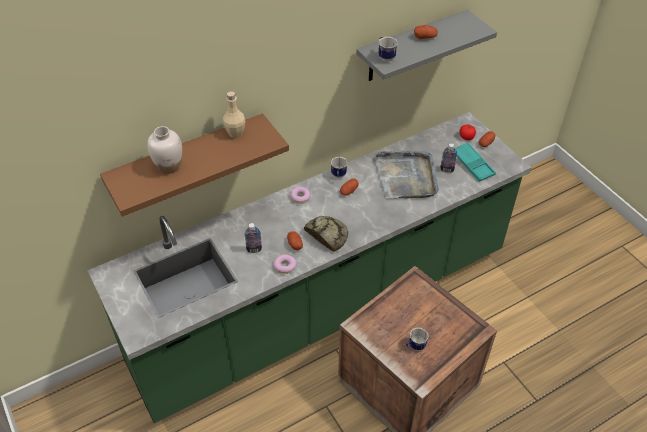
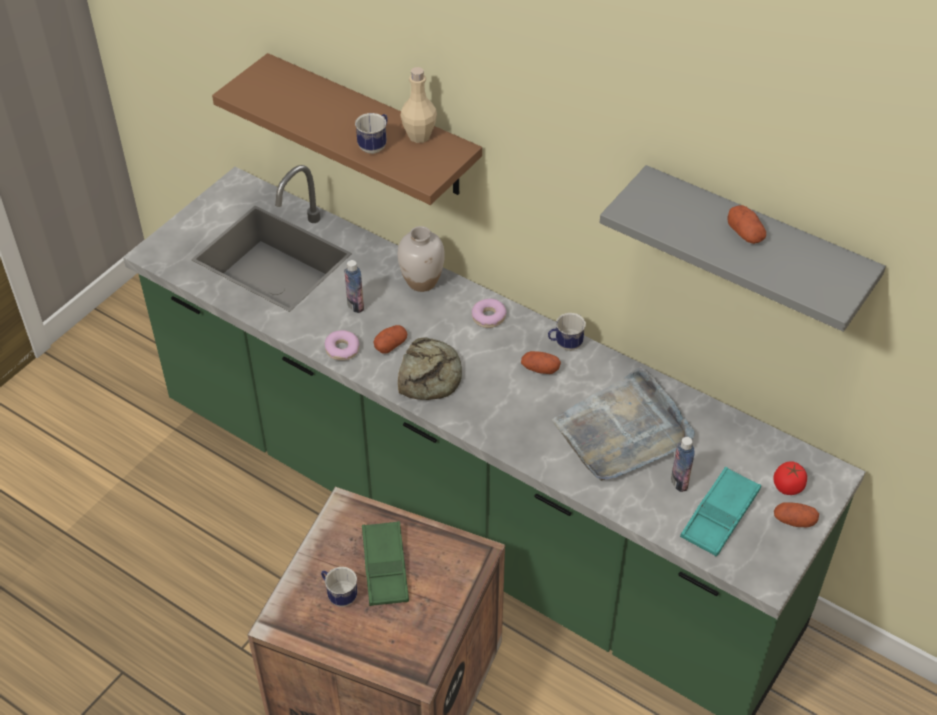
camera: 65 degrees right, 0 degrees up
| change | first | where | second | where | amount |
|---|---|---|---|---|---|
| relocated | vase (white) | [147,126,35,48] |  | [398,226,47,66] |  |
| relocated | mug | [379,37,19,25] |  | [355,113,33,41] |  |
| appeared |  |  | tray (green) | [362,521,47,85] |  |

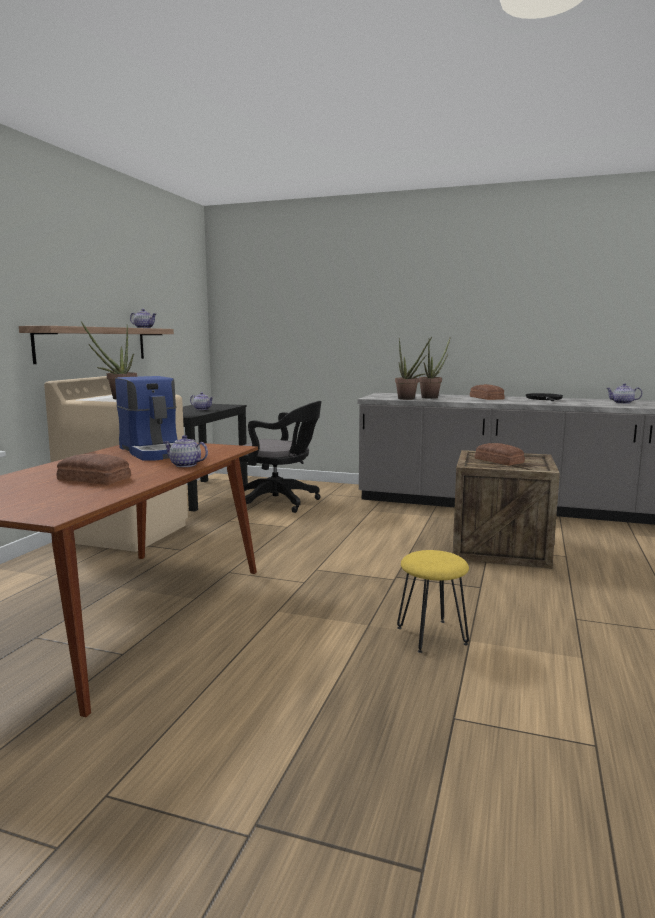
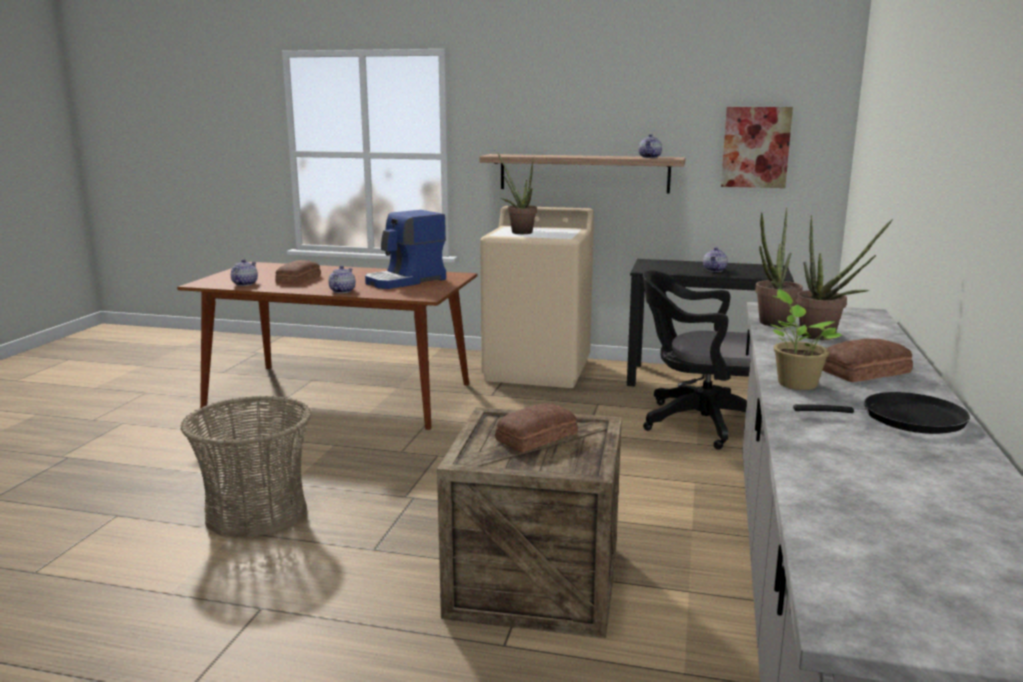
camera: 85 degrees right, 5 degrees up
| change | first | where | second | where | amount |
|---|---|---|---|---|---|
| spun | office chair (black) | [239,401,83,112] |  | [643,270,109,180] | 90 degrees clockwise |
| exchanged | stool (yellow) | [397,550,72,103] | basket | [180,396,131,142] |  |
| relocated | teapot | [606,383,36,21] |  | [231,259,27,27] |  |
| appeared |  |  | picture | [721,107,72,81] |  |
| appeared |  |  | potted plant | [770,289,73,101] |  |

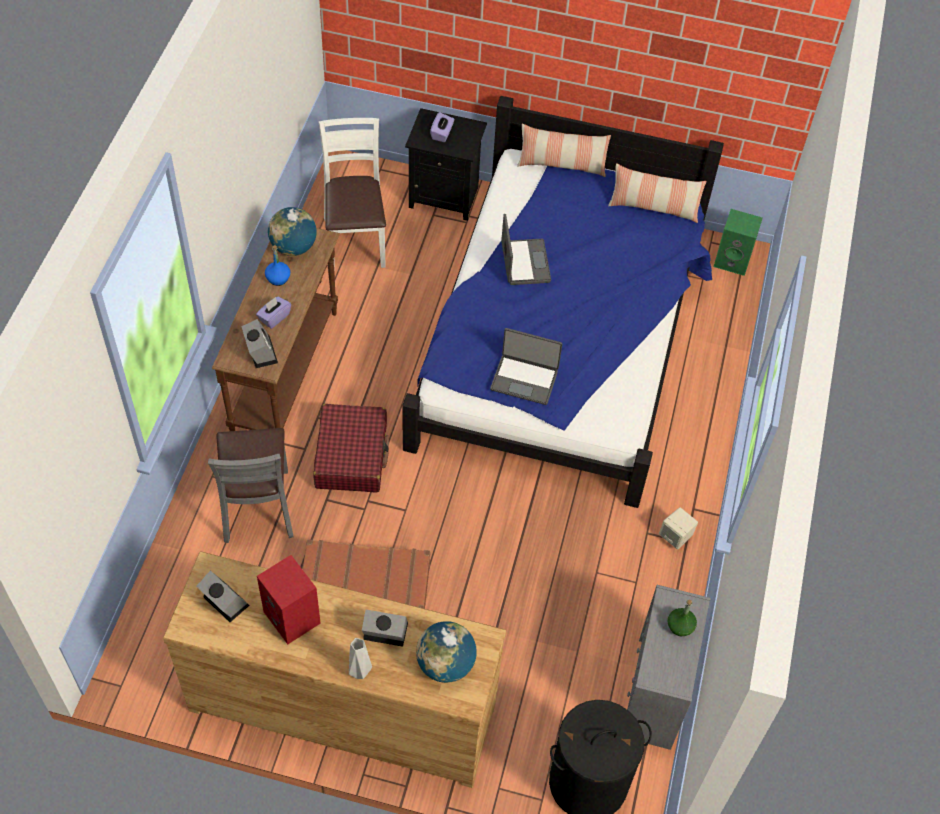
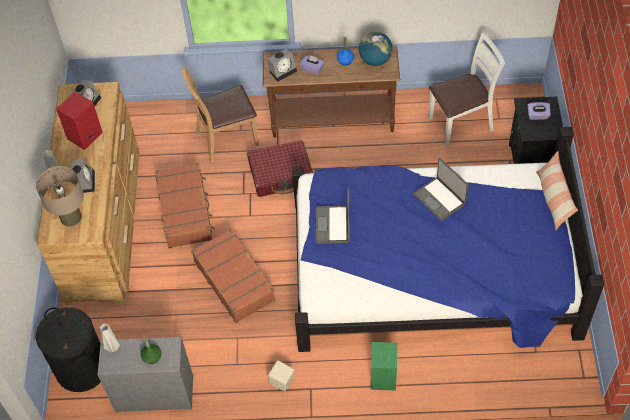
camera: 80 degrees right, 0 degrees up
| change | first | where | second | where | amount |
|---|---|---|---|---|---|
| colour | chair (grey) | [208,428,86,115] | chair (brown) | [182,66,77,98] |  |
| exchanged | globe | [416,621,61,62] | table lamp (beige) | [36,166,48,61] |  |
| spun | laptop | [501,214,50,71] |  | [413,158,56,63] | 75 degrees clockwise |
| missing | pillow | [608,163,98,60] |  |  |  |
| relocated | speaker (green) | [714,209,49,67] |  | [371,342,26,49] |  |
| appeared |  |  | vase (grey) | [100,324,20,28] |  |
| appeared |  |  | suitcase (brown) | [191,229,85,94] |  |

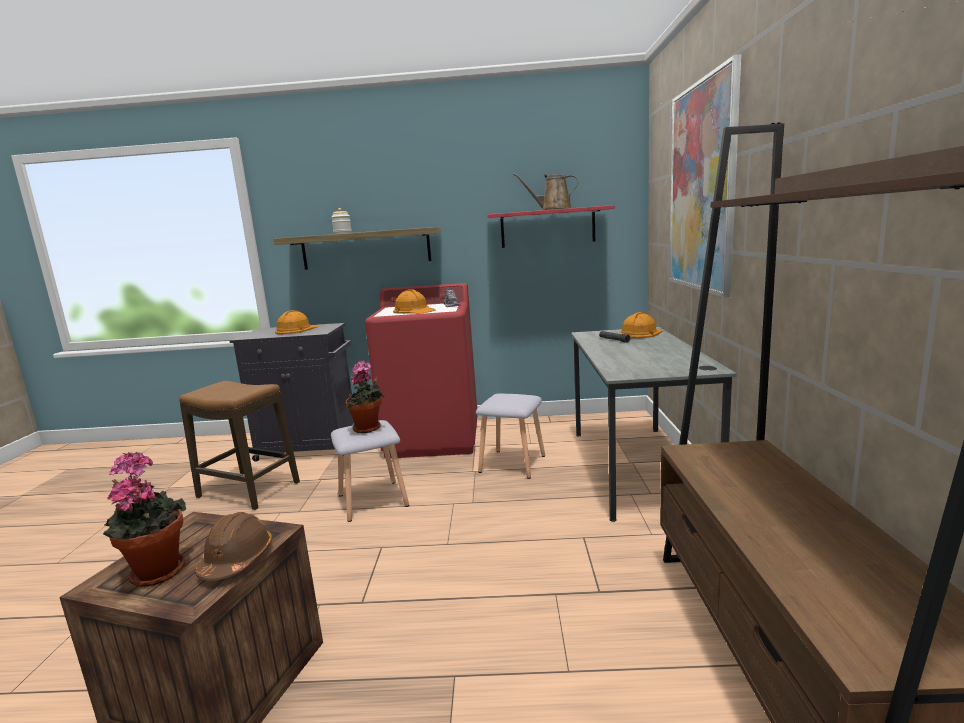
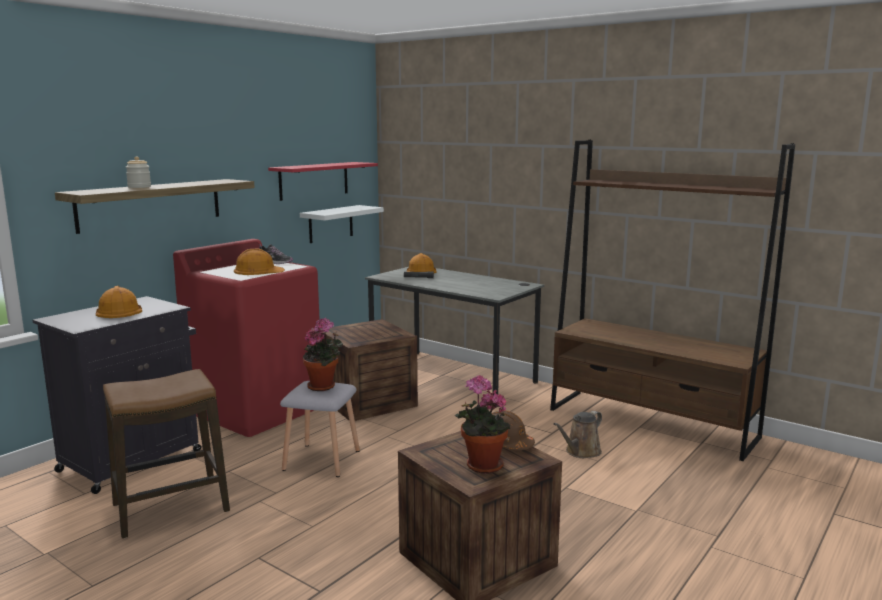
camera: 55 degrees left, 0 degrees up
| change | first | where | second | where | amount |
|---|---|---|---|---|---|
| exchanged | stool (grey) | [476,393,69,86] | crate | [320,319,98,102] |  |
| relocated | watering can (brown) | [513,173,66,37] |  | [553,411,49,47] |  |
| missing | picture | [670,54,71,244] |  |  |  |
| appeared |  |  | shelf (white) | [300,205,84,38] |  |

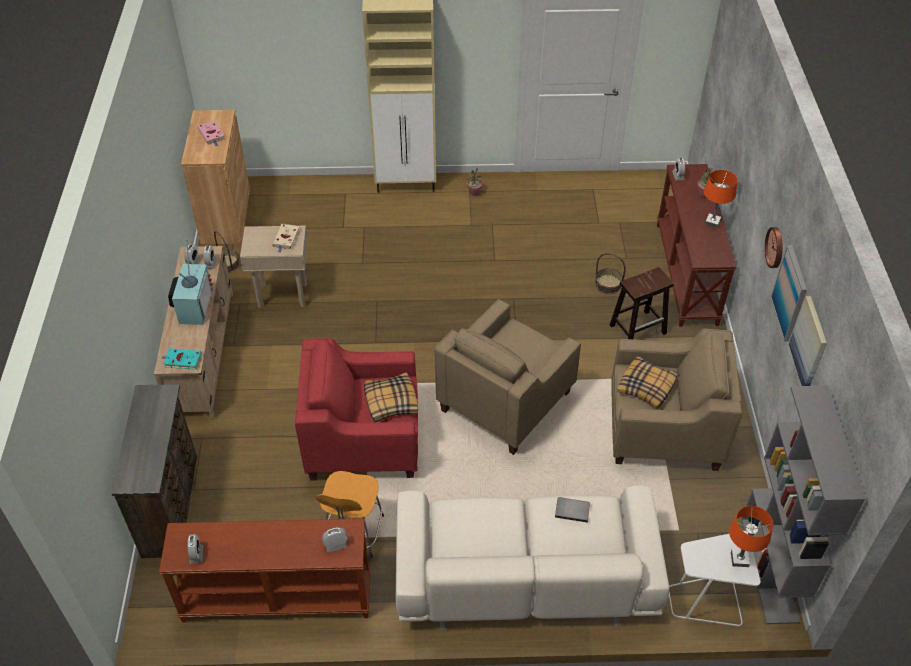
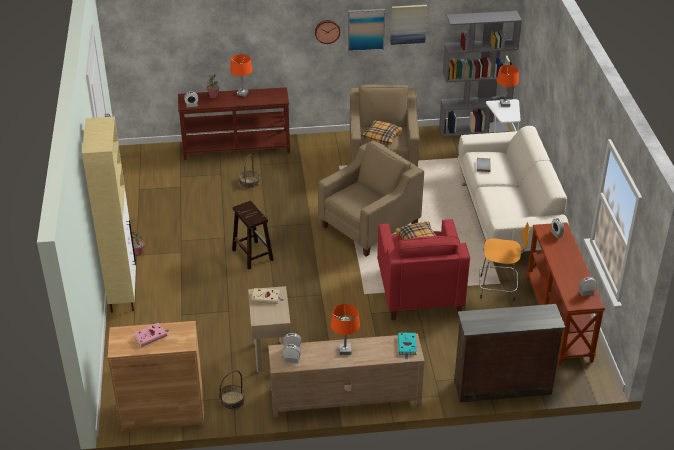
camera: 95 degrees left, 10 degrees down
| change | first | where | second | where | amount |
|---|---|---|---|---|---|
| exchanged | television | [168,239,45,86] | table lamp (orange) | [331,304,29,51] |  |
| spun | armchair (beige) | [434,299,147,156] |  | [318,141,106,116] | 75 degrees counterclockwise |
| relocated | stool (brown) | [610,267,64,72] |  | [232,201,42,69] |  |

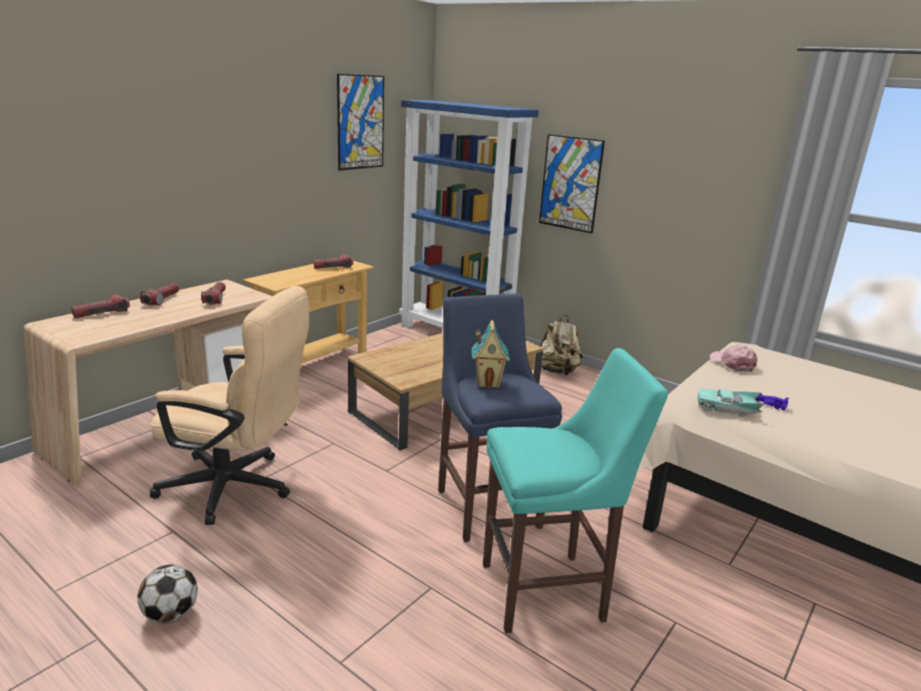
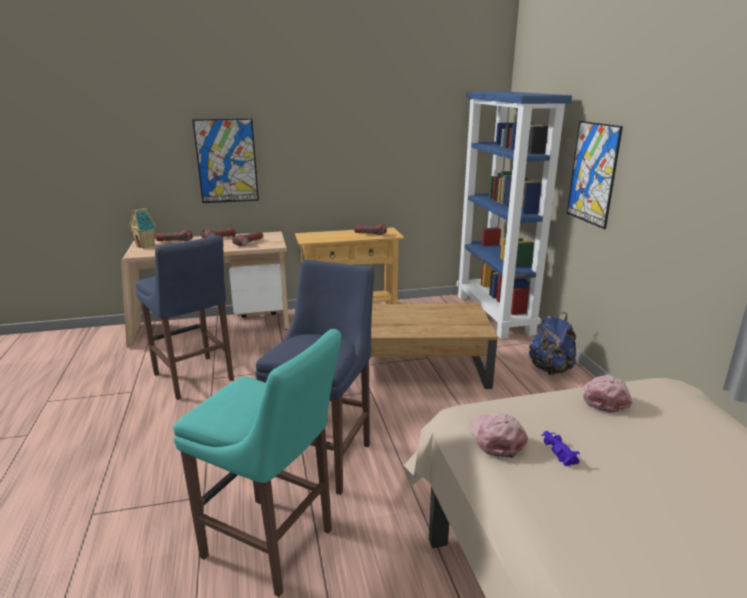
camera: 40 degrees right, 0 degrees up
| change | first | where | second | where | amount |
|---|---|---|---|---|---|
| missing | football | [137,564,61,60] |  |  |  |
| exchanged | office chair (beige) | [150,286,159,239] | stool (blue) | [136,235,98,165] |  |
| relocated | picture | [337,74,47,97] |  | [193,119,66,84] |  |
| relocated | toy house | [472,320,38,68] |  | [128,208,29,41] |  |
| colour | backpack (beige) | [540,315,43,61] | backpack (blue) | [529,312,47,63] |  |
| exchanged | toy car (turquoise) | [697,388,67,29] | cap (pink) | [469,413,59,45] |  |

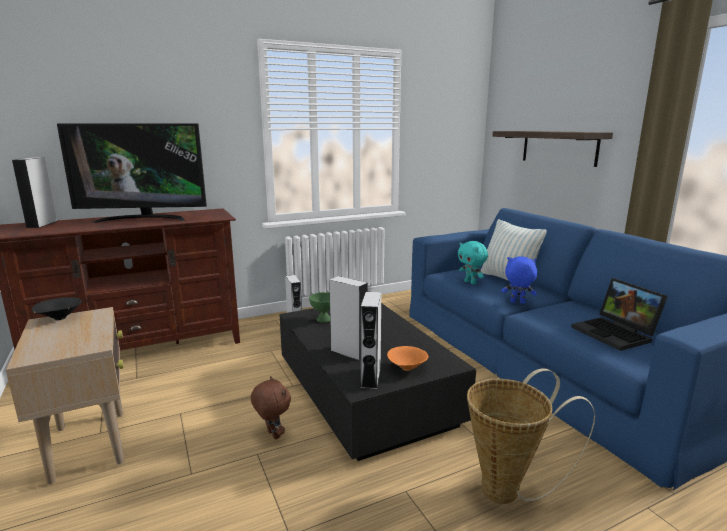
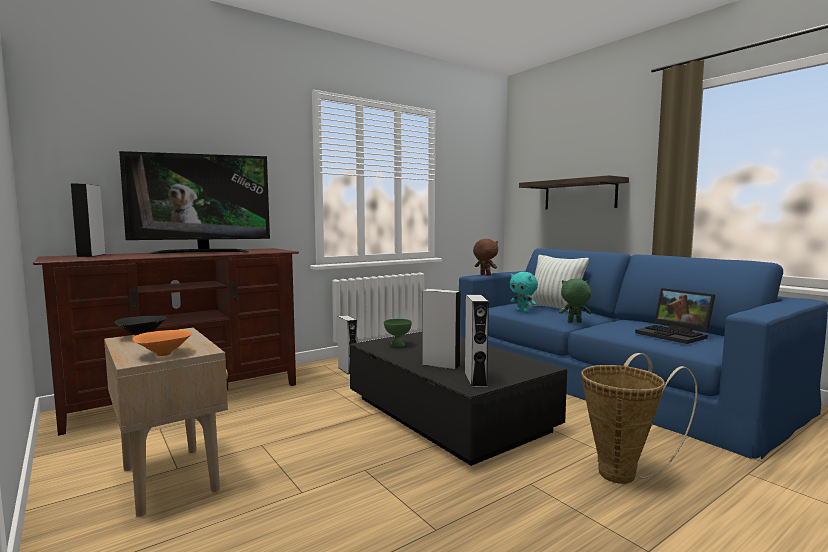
camera: 10 degrees left, 10 degrees down
| change | first | where | second | where | amount |
|---|---|---|---|---|---|
| relocated | plush toy (brown) | [251,376,40,64] |  | [473,239,25,37] |  |
| relocated | bowl (orange) | [387,346,41,25] |  | [132,330,60,26] |  |
| colour | plush toy (blue) | [502,256,35,48] | plush toy (green) | [559,279,32,44] |  |

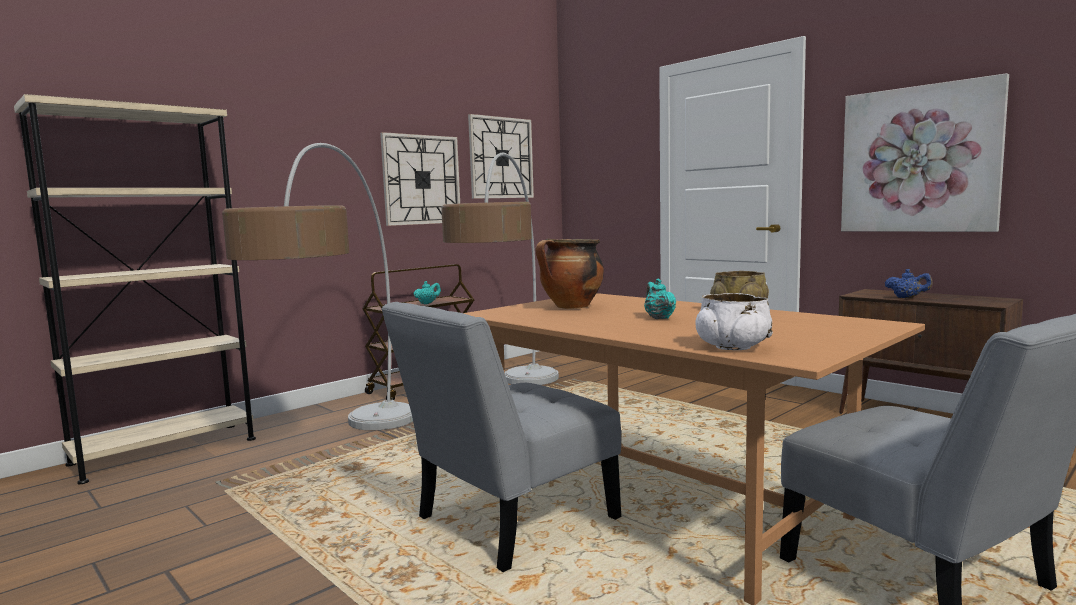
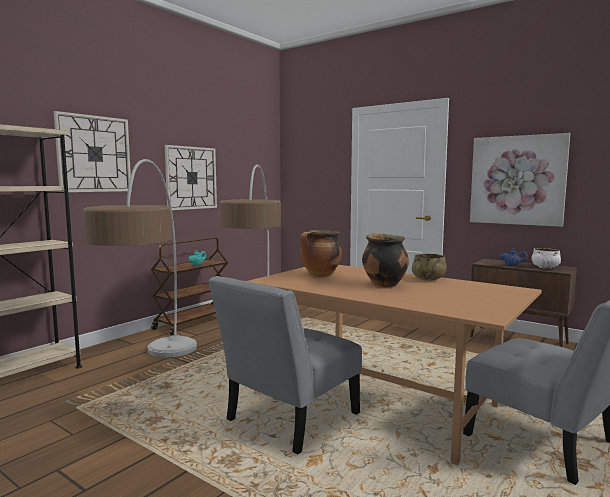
camera: 10 degrees left, 0 degrees up
| change | first | where | second | where | amount |
|---|---|---|---|---|---|
| relocated | wall clock | [468,114,66,85] |  | [53,111,79,81] |  |
| exchanged | teapot (turquoise) | [644,279,32,40] | cooking pot | [362,233,47,54] |  |
| relocated | bowl (white) | [696,293,77,57] |  | [531,248,30,21] |  |

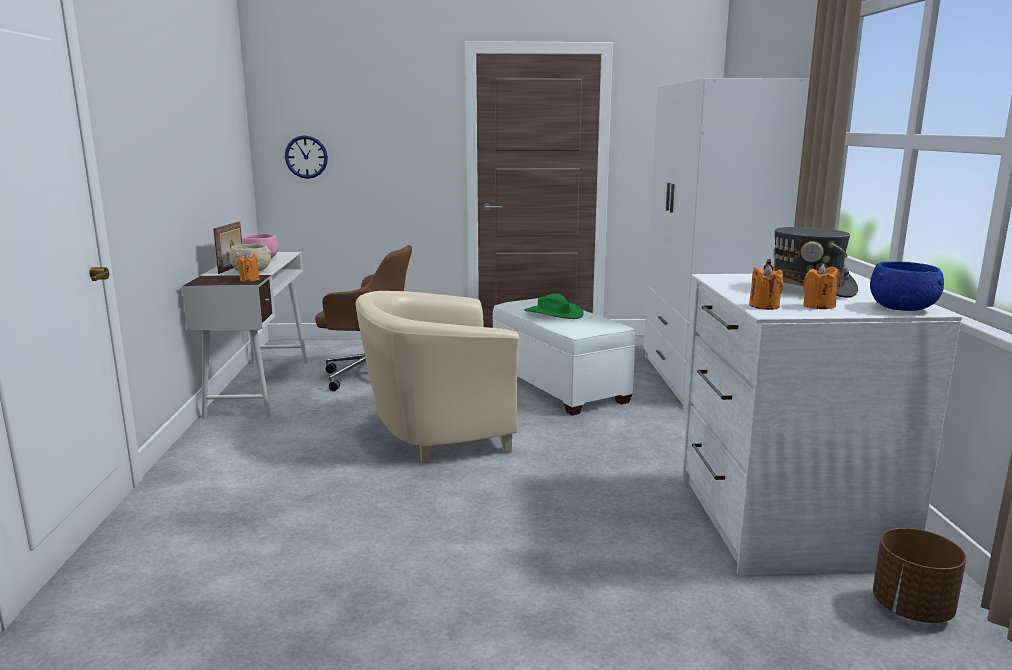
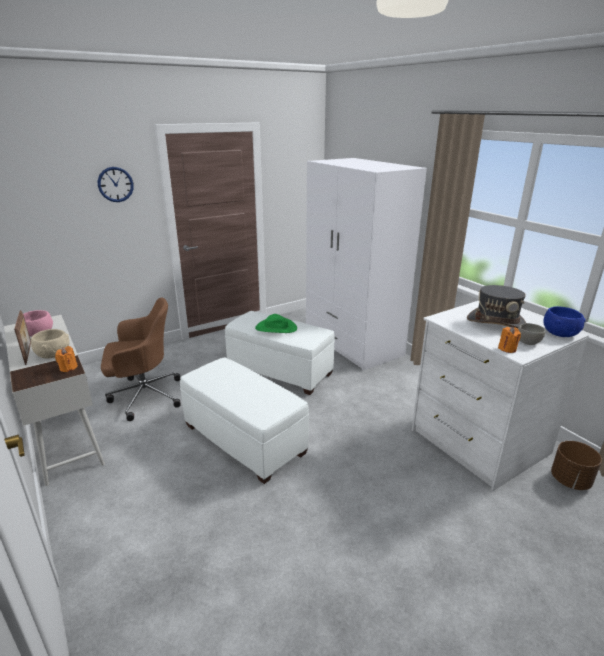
camera: 30 degrees left, 10 degrees up
| change | first | where | second | where | amount |
|---|---|---|---|---|---|
| relocated | wall clock | [285,135,43,44] |  | [98,167,36,35] |  |
| exchanged | armchair (beige) | [355,291,165,172] | ottoman (white) | [180,358,129,126] |  |
| exchanged | candle (orange) | [803,264,36,45] | bowl (grey) | [518,323,27,22] |  |

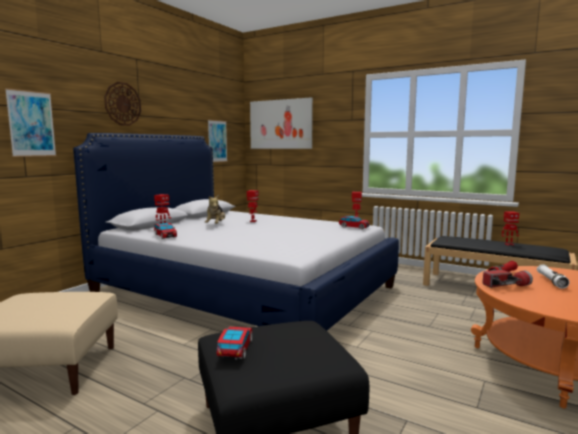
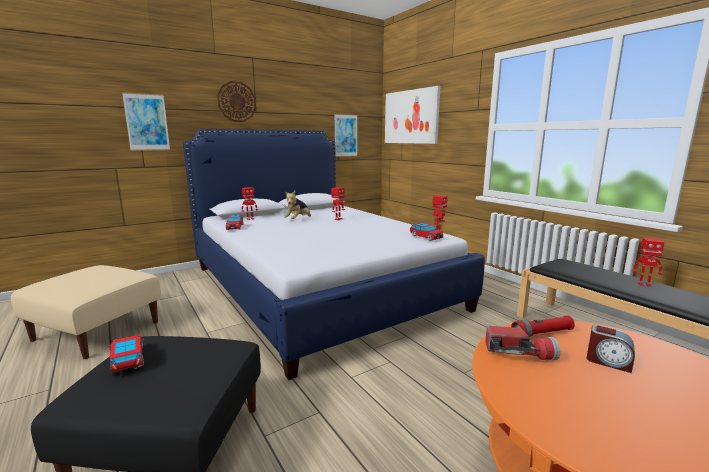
camera: 25 degrees right, 5 degrees up
| change | first | where | second | where | amount |
|---|---|---|---|---|---|
| spun | toy car | [217,327,35,32] |  | [109,334,35,40] | 60 degrees counterclockwise |
| exchanged | flashlight (white) | [537,264,33,25] | alarm clock | [587,325,48,48] |  |

